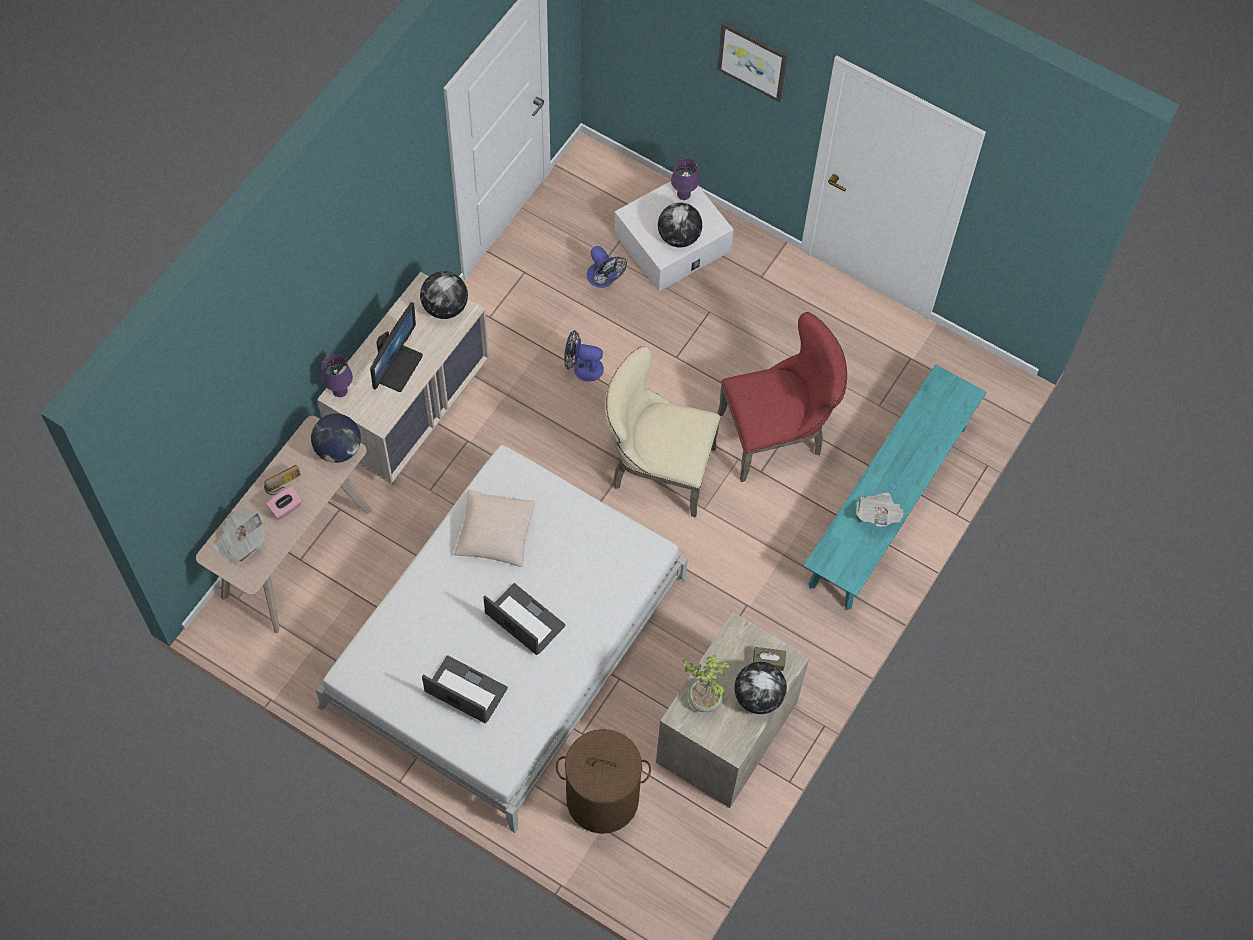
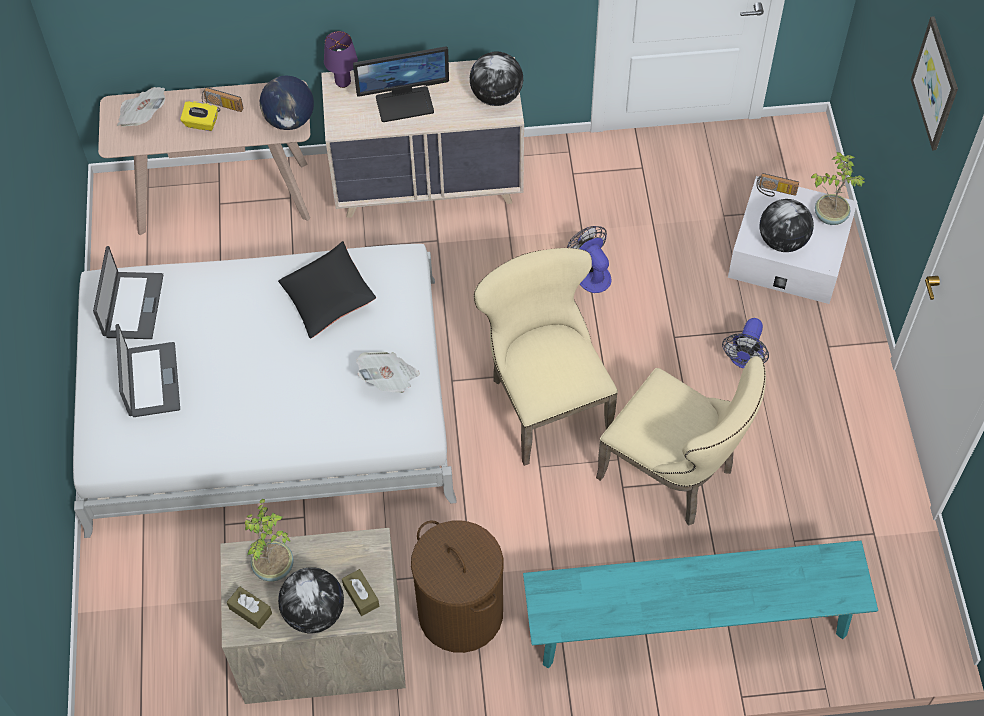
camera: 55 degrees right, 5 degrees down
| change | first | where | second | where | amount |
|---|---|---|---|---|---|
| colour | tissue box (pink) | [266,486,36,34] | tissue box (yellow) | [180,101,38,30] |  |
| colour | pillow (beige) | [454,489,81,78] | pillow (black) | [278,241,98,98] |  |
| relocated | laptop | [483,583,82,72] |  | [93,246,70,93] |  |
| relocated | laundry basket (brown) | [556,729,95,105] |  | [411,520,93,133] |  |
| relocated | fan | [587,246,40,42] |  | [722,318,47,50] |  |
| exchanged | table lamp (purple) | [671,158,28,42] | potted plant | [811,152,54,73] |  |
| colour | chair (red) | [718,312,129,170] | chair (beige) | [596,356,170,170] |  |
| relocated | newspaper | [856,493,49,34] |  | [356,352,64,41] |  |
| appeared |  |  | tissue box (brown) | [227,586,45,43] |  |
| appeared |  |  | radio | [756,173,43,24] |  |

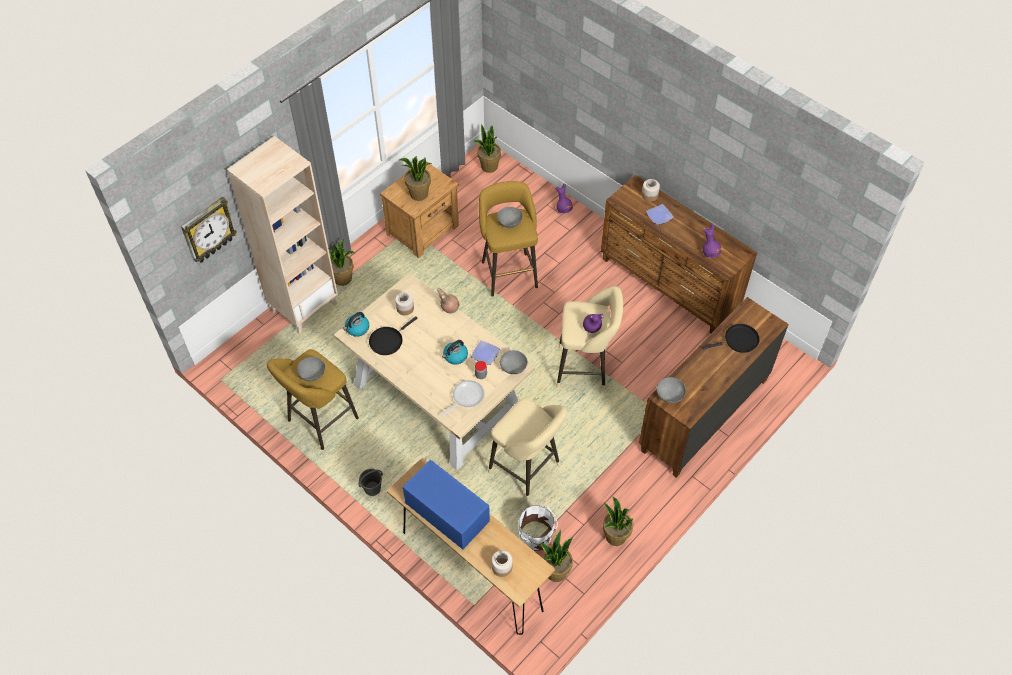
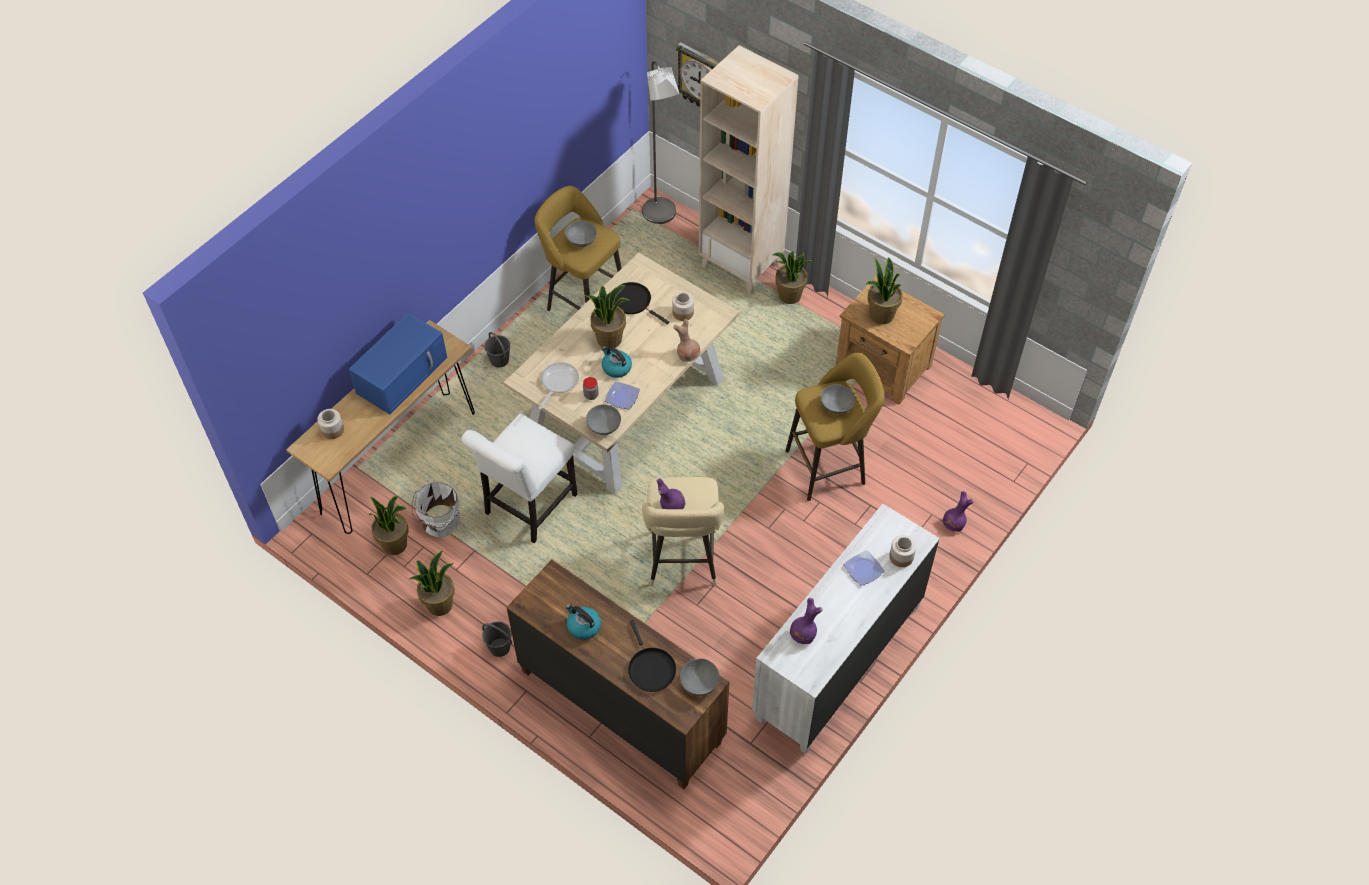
camera: 85 degrees right, 0 degrees up
| change | first | where | second | where | amount |
|---|---|---|---|---|---|
| relocated | kettle | [344,312,25,25] |  | [566,604,35,36] |  |
| spun | frying pan | [441,380,44,36] |  | [538,362,41,47] | 105 degrees counterclockwise |
| relocated | potted plant | [474,124,27,49] |  | [585,285,45,63] |  |
| exchanged | stool (beige) | [488,398,80,103] | chair (white) | [461,413,117,130] |  |
| colour | dresser (brown) | [601,175,156,158] | dresser (white) | [752,504,188,250] |  |
| relocated | bowl (grey) | [657,377,29,26] |  | [680,658,39,38] |  |
| appeared |  |  | bucket (grey) | [482,621,30,36] |  |
| appeared |  |  | floor lamp (grey) | [642,61,37,163] |  |

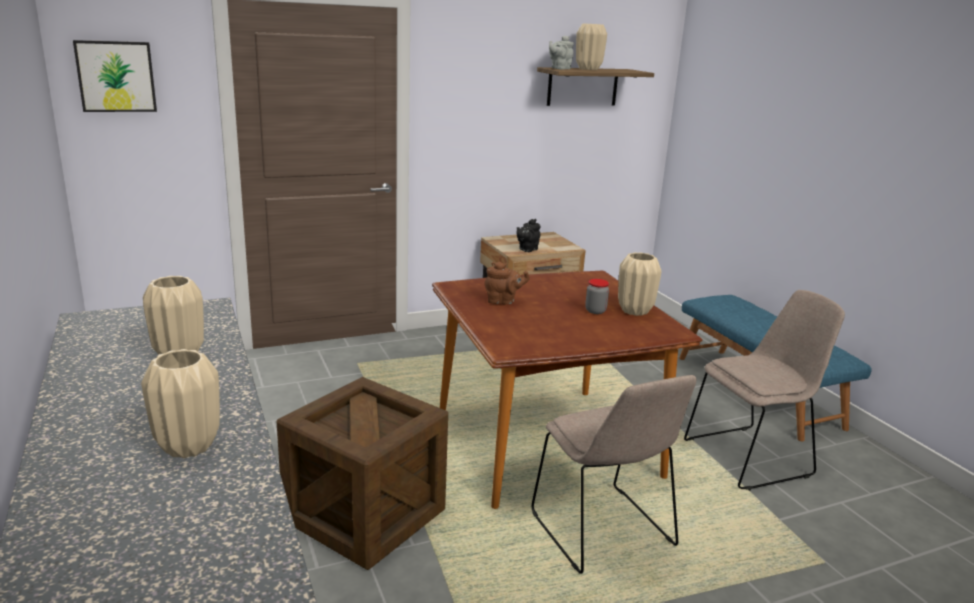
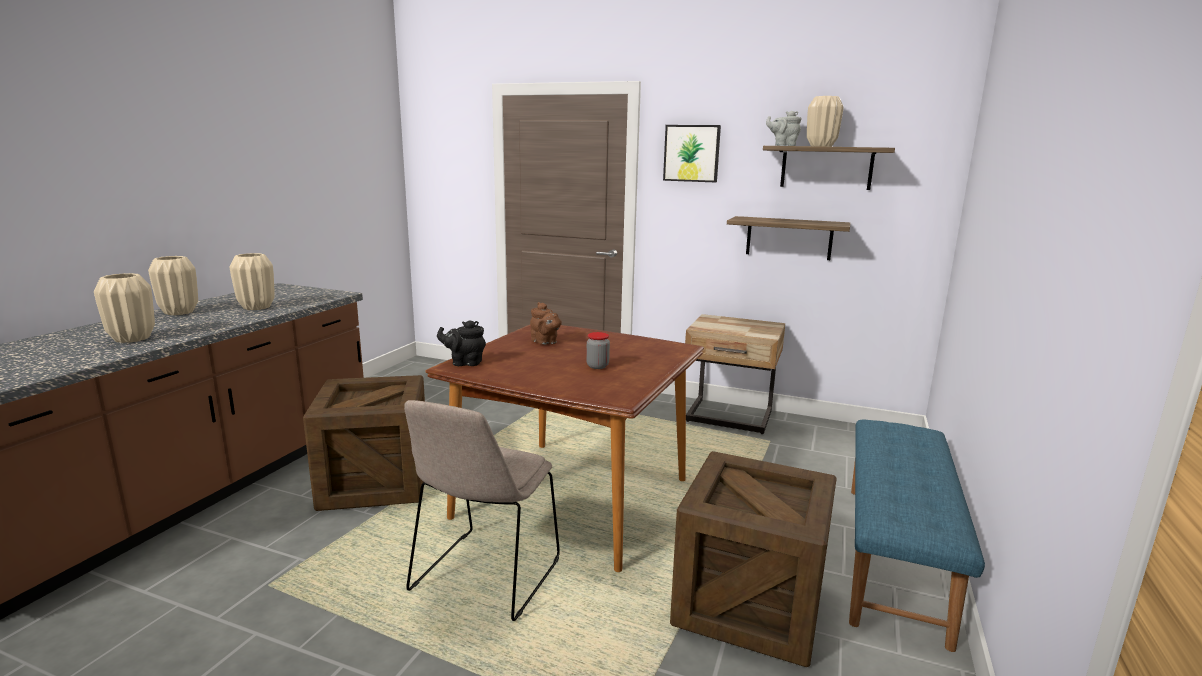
camera: 45 degrees right, 5 degrees down
| change | first | where | second | where | amount |
|---|---|---|---|---|---|
| relocated | picture | [73,40,84,72] |  | [663,125,58,57] |  |
| relocated | teapot (black) | [517,219,24,33] |  | [437,320,49,46] |  |
| relocated | vase (beige) | [618,252,43,64] |  | [148,256,50,59] |  |
| exchanged | chair (beige) | [684,290,161,201] | crate | [670,451,167,216] |  |
| appeared |  |  | shelf | [727,216,123,44] |  |

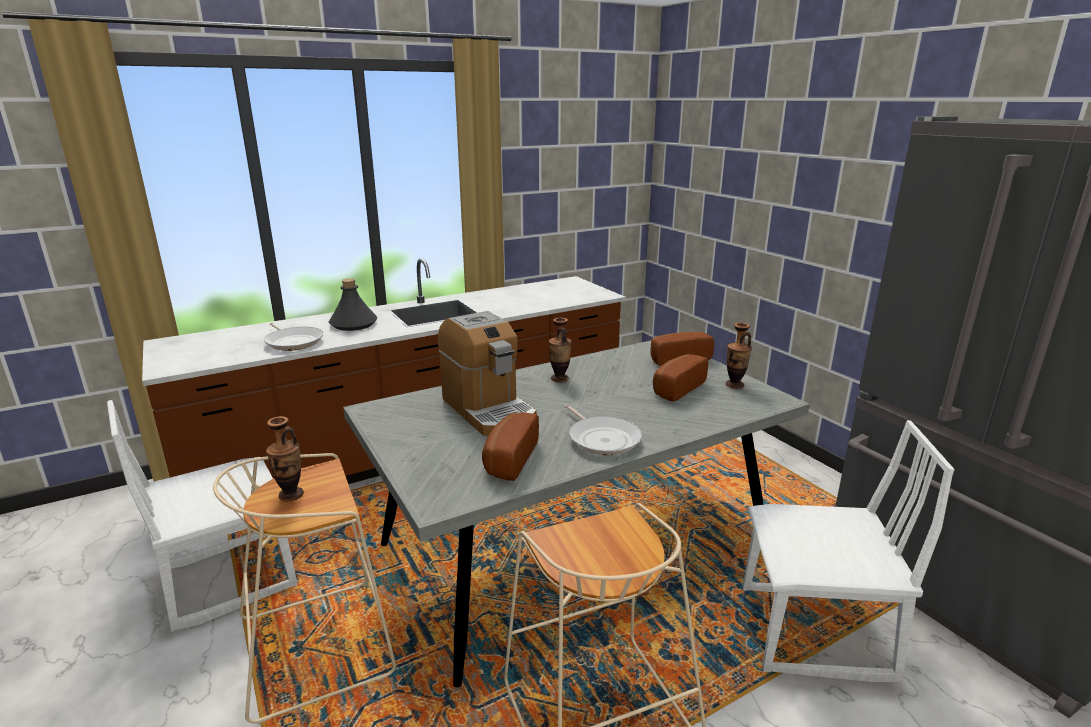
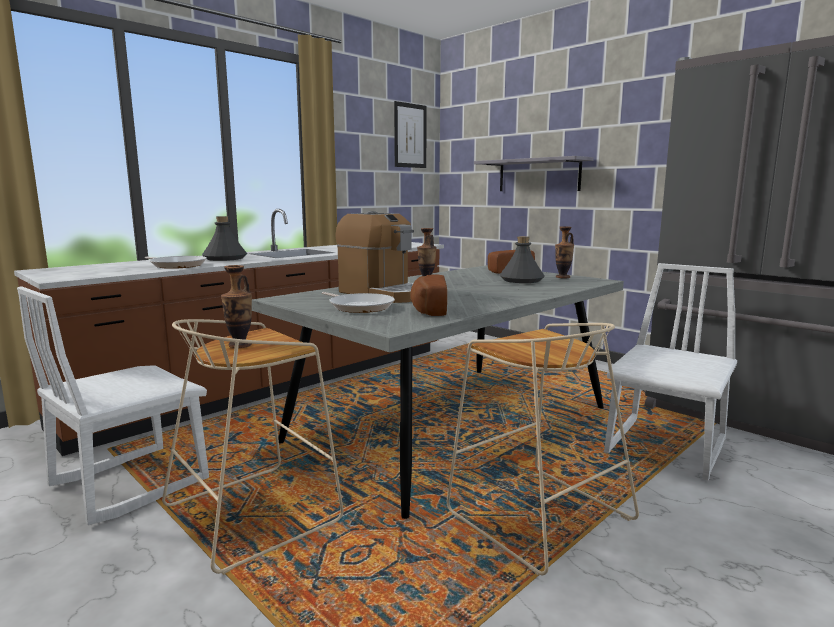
camera: 15 degrees left, 10 degrees down
| change | first | where | second | where | amount |
|---|---|---|---|---|---|
| relocated | frying pan | [565,404,77,51] |  | [322,292,73,21] |  |
| exchanged | bread | [653,354,55,48] | bottle (grey) | [500,236,45,47] |  |
| spun | chair (white) | [742,420,213,262] |  | [604,263,133,218] | 45 degrees counterclockwise |
| appeared |  |  | picture | [394,101,33,67] |  |
| appeared |  |  | shelf (grey) | [474,156,120,35] |  |

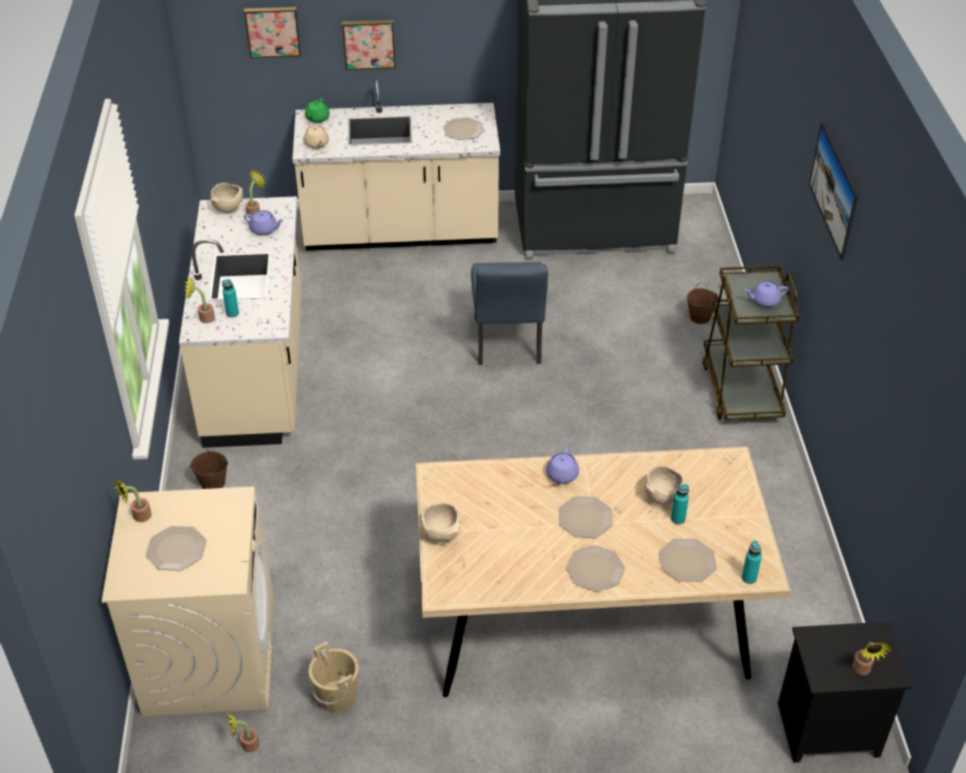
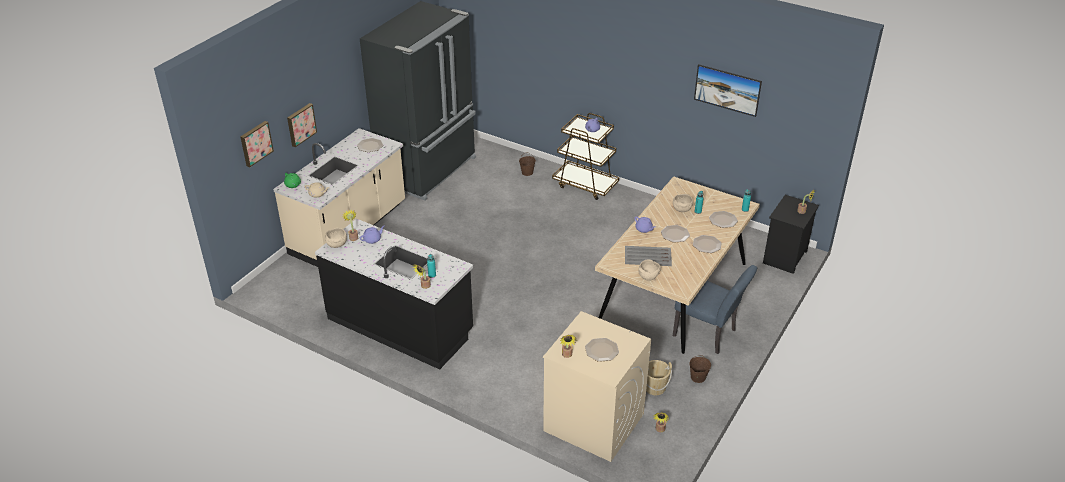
camera: 55 degrees left, 5 degrees down
| change | first | where | second | where | amount |
|---|---|---|---|---|---|
| colour | counter (beige) | [179,196,122,252] | counter (black) | [315,219,158,151] |  |
| relocated | bucket (brown) | [190,447,38,42] |  | [689,355,22,28] |  |
| relocated | chair (blue) | [471,262,77,103] |  | [673,265,84,89] |  |
| relocated | picture | [809,122,49,138] |  | [694,64,68,53] |  |
| appeared |  |  | tray (grey) | [625,246,47,20] |  |

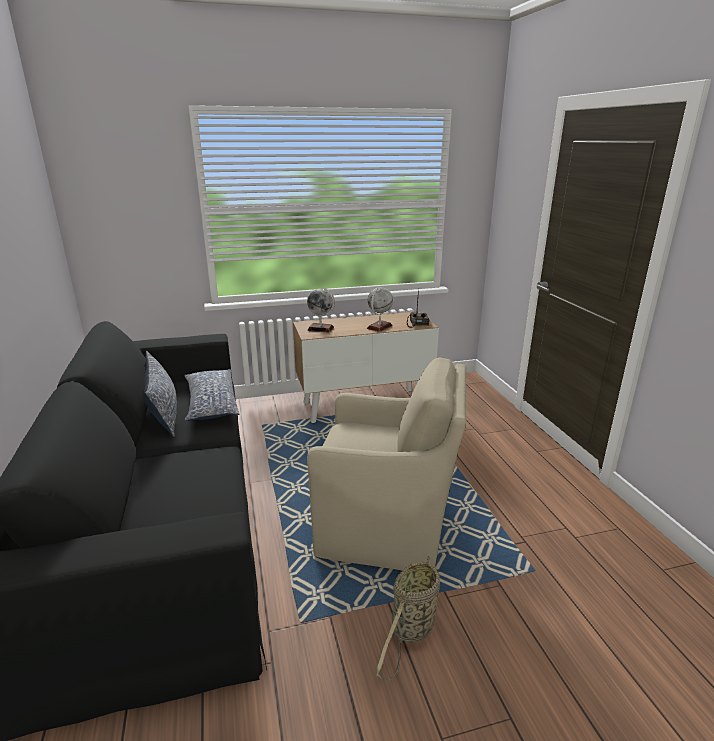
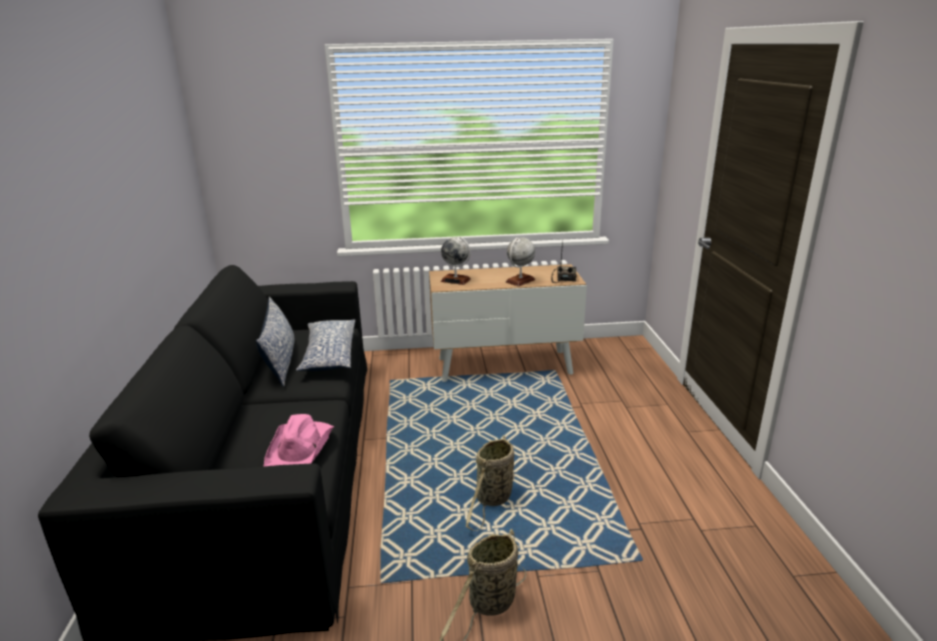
camera: 10 degrees right, 0 degrees up
| change | first | where | second | where | amount |
|---|---|---|---|---|---|
| exchanged | armchair (beige) | [307,358,160,212] | basket | [466,435,49,96] |  |
| appeared |  |  | hat (pink) | [264,414,70,52] |  |

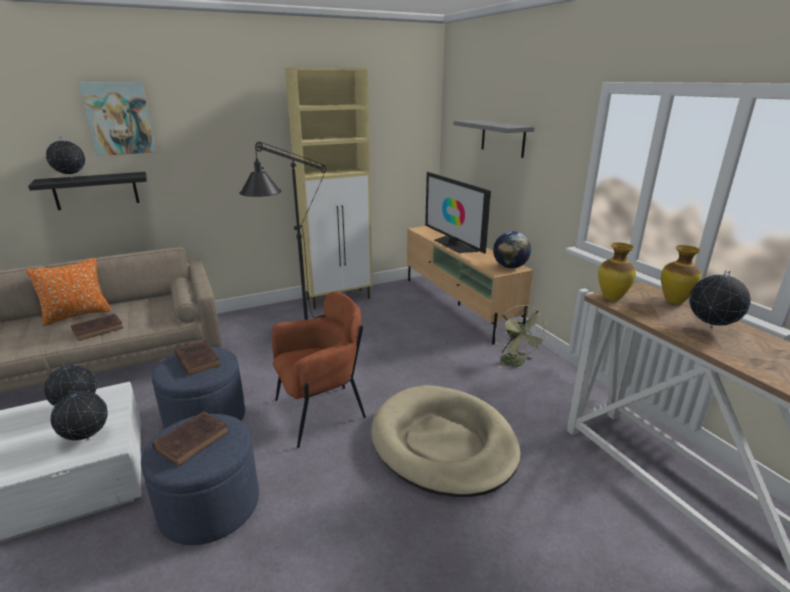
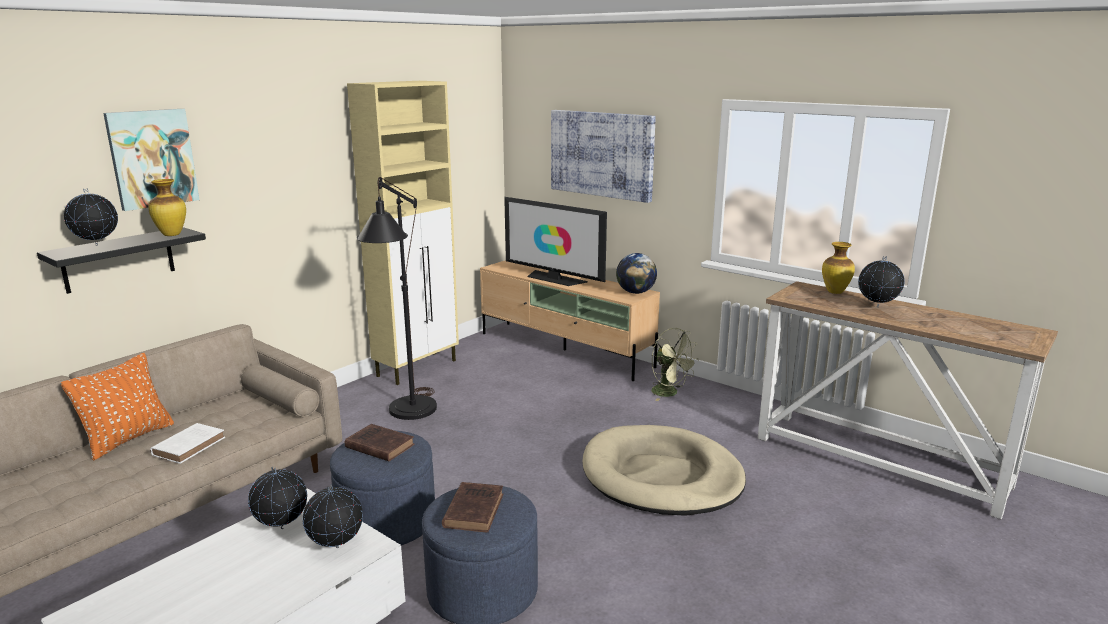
camera: 25 degrees left, 5 degrees down
| change | first | where | second | where | amount |
|---|---|---|---|---|---|
| colour | book (brown) | [71,313,52,28] | book (white) | [150,423,75,41] |  |
| missing | armchair (brown) | [272,292,94,156] |  |  |  |
| exchanged | shelf (grey) | [453,120,82,38] | picture | [551,110,105,93] |  |
| relocated | vase | [598,243,38,58] |  | [148,179,38,57] |  |

